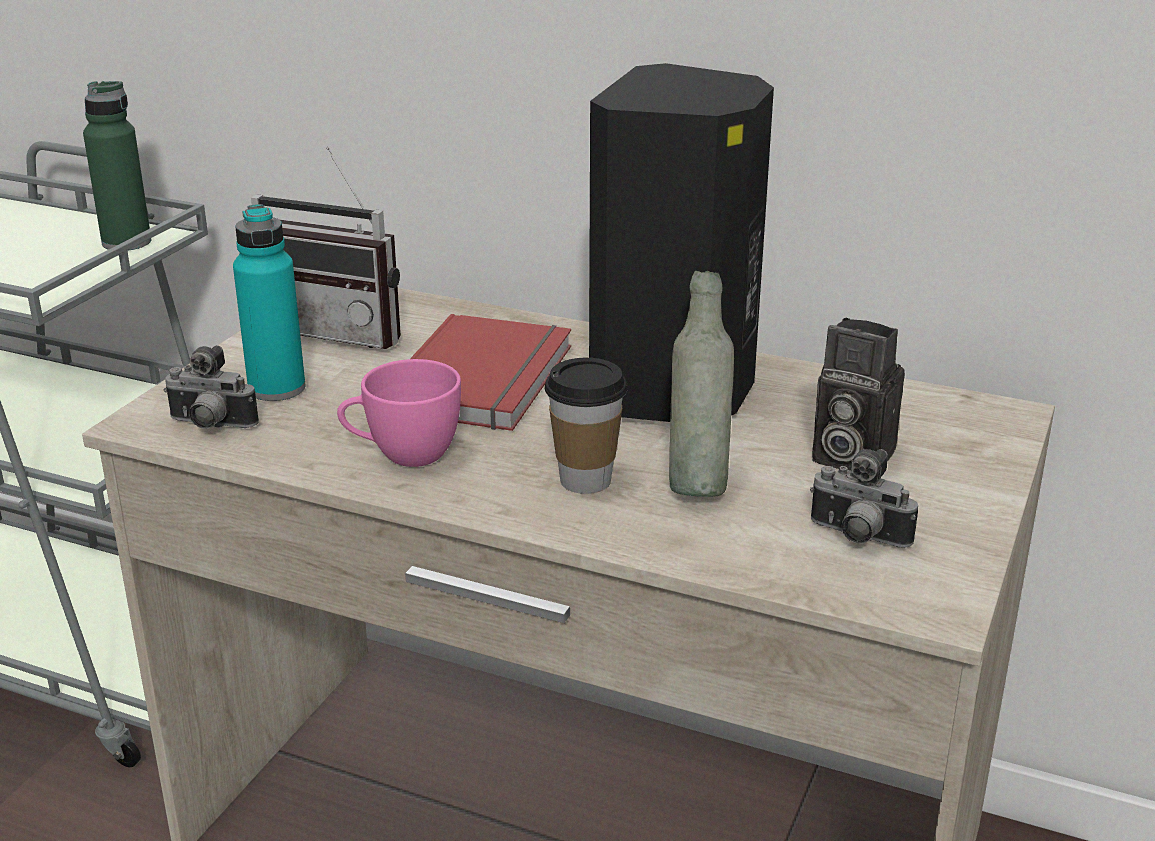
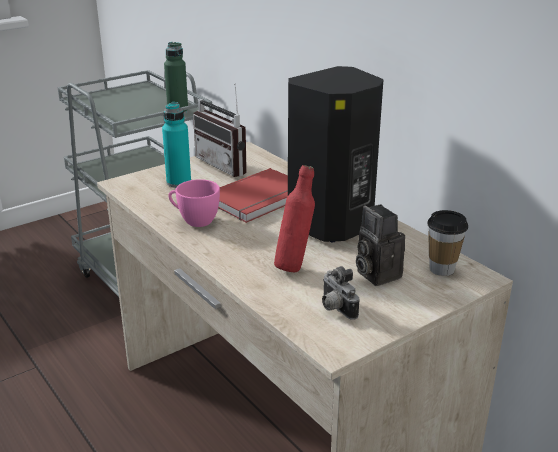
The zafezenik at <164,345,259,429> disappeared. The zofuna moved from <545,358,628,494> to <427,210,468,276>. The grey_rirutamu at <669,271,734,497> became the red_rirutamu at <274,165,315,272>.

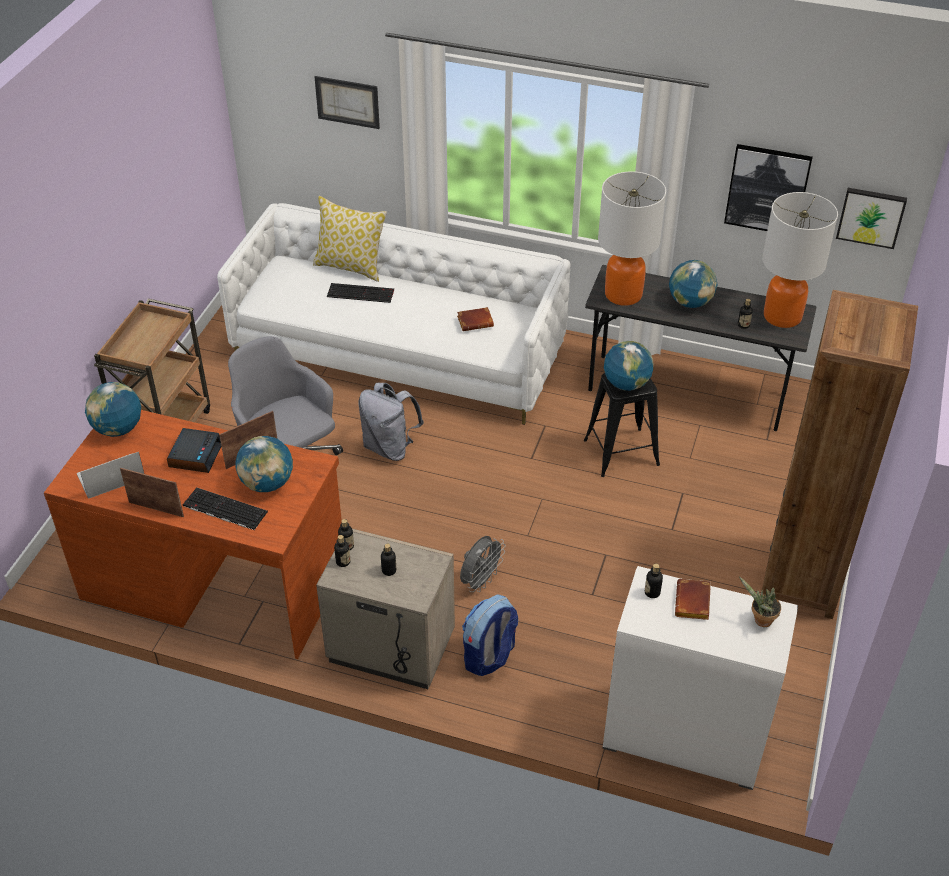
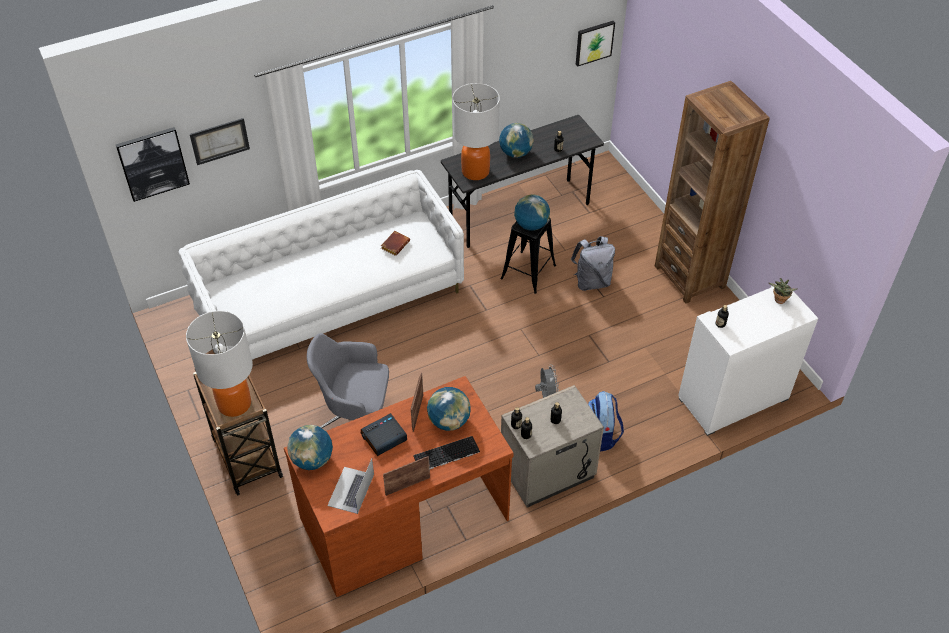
The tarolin at <313,196,387,282> disappeared. The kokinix at <327,283,394,303> disappeared. The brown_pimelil at <675,579,711,620> disappeared. The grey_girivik moved from <358,383,424,461> to <571,236,615,291>. The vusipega moved from <724,144,813,231> to <116,127,190,202>. The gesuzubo moved from <762,192,838,328> to <186,311,253,417>. The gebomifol at <167,428,221,473> turned 90 degrees counterclockwise.

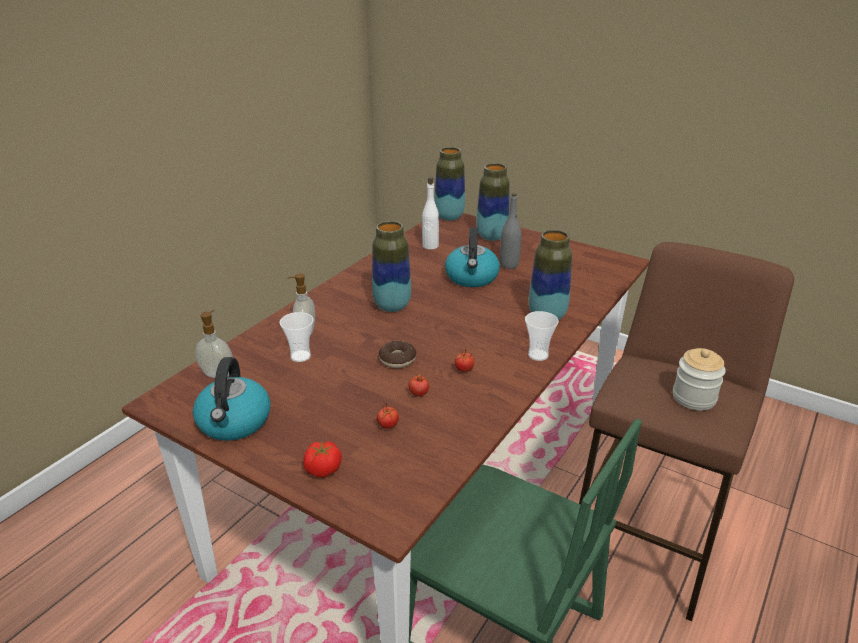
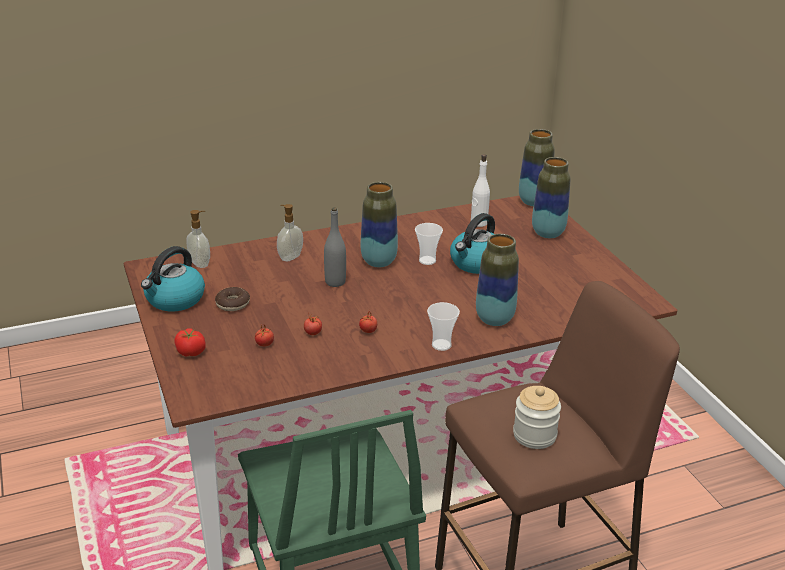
The zofuna moved from <280,312,313,362> to <415,223,443,265>. The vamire moved from <379,341,416,368> to <215,287,250,311>. The grey_rirutamu moved from <500,193,521,269> to <324,207,346,287>.

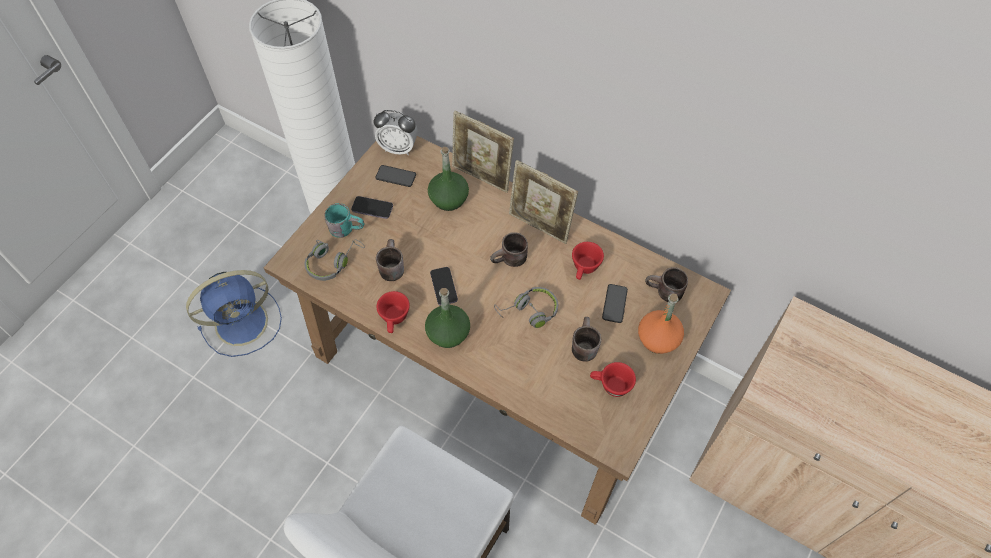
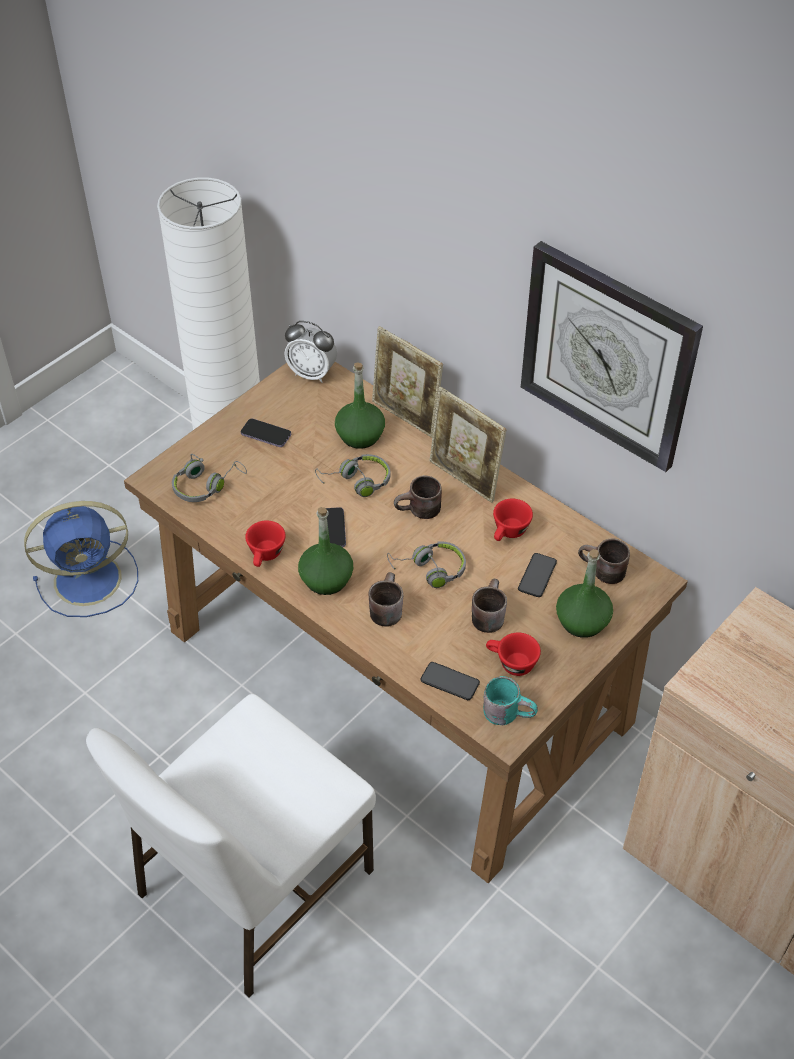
The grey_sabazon at <315,454,390,497> appeared. The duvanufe at <521,241,703,472> appeared. The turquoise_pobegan moved from <324,203,364,238> to <483,676,538,725>. The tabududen moved from <375,165,416,187> to <420,662,480,700>. The brown_pobegan moved from <376,239,404,281> to <368,572,403,627>. The orange_rirutamu at <638,294,684,354> became the green_rirutamu at <556,549,613,638>.

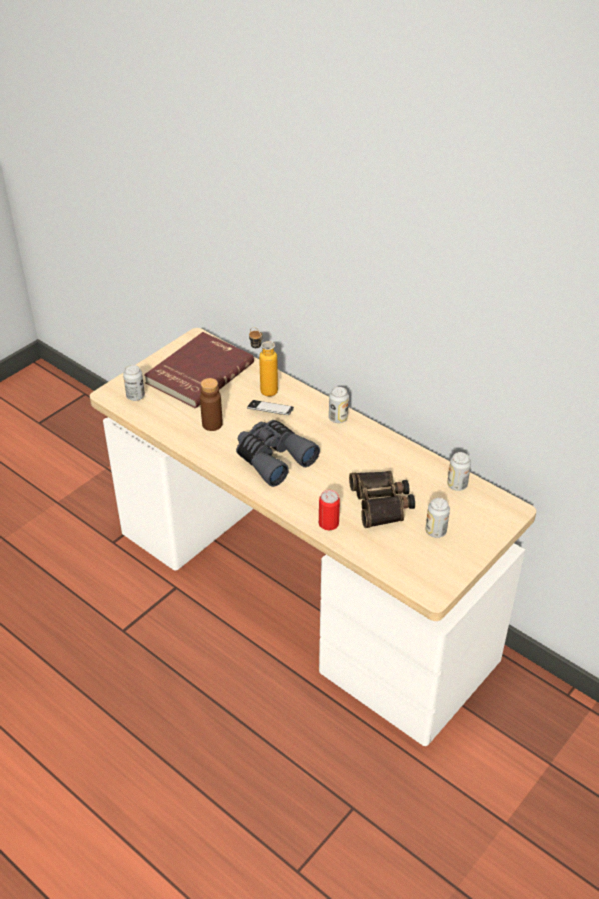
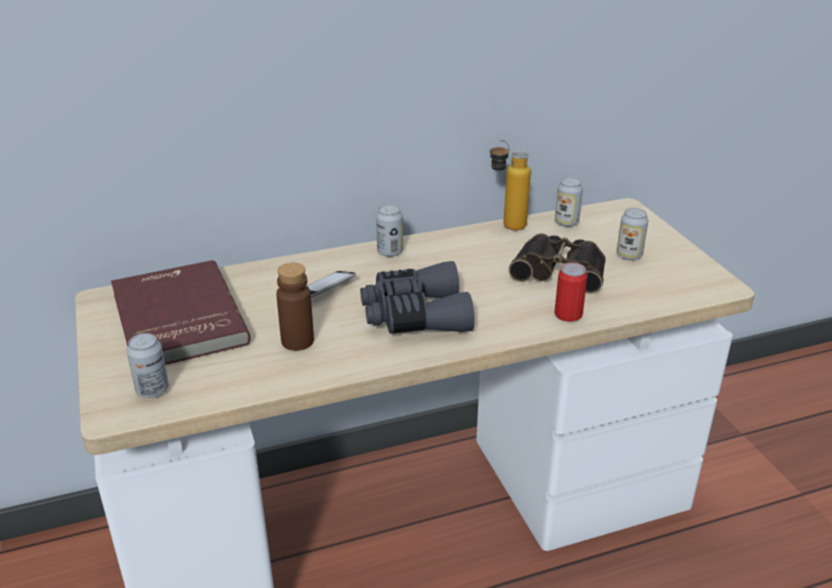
The rirutamu moved from <249,327,278,397> to <490,140,531,230>.

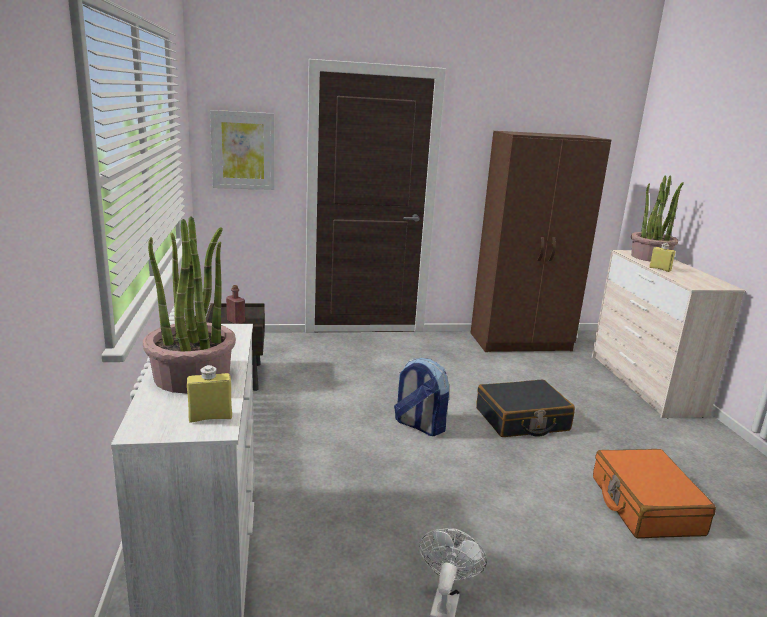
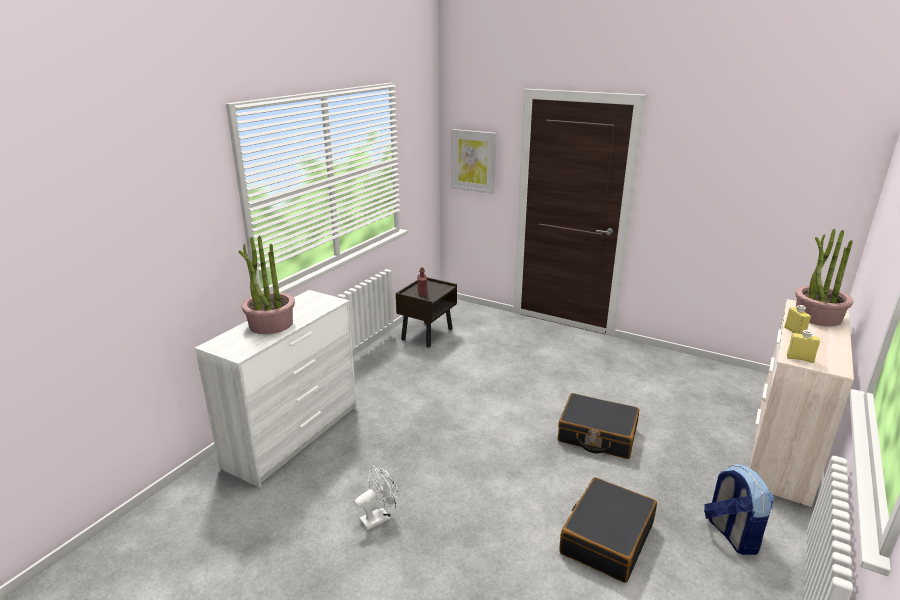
The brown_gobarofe at <471,131,611,352> disappeared. The yellow_rirutamu moved from <187,365,232,423> to <787,330,820,363>. The girivik moved from <394,358,449,436> to <704,464,774,555>. The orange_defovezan at <593,449,716,538> became the black_defovezan at <559,477,657,583>.

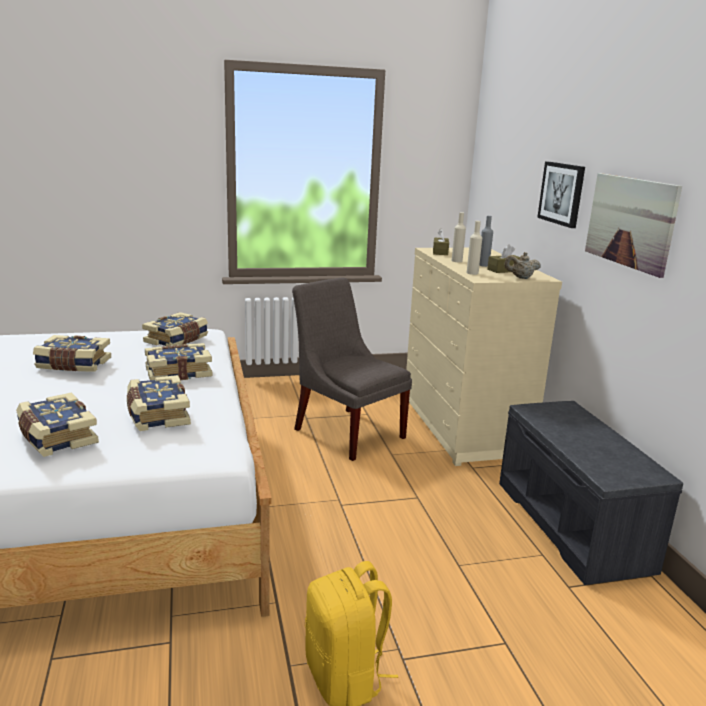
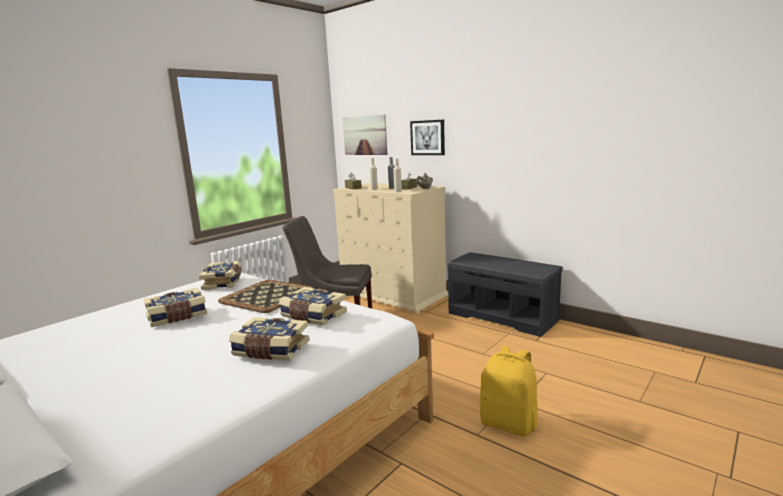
The vusipega moved from <585,173,682,278> to <343,115,387,155>. The pimelil at <145,343,213,380> was replaced by the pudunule at <218,280,313,313>.

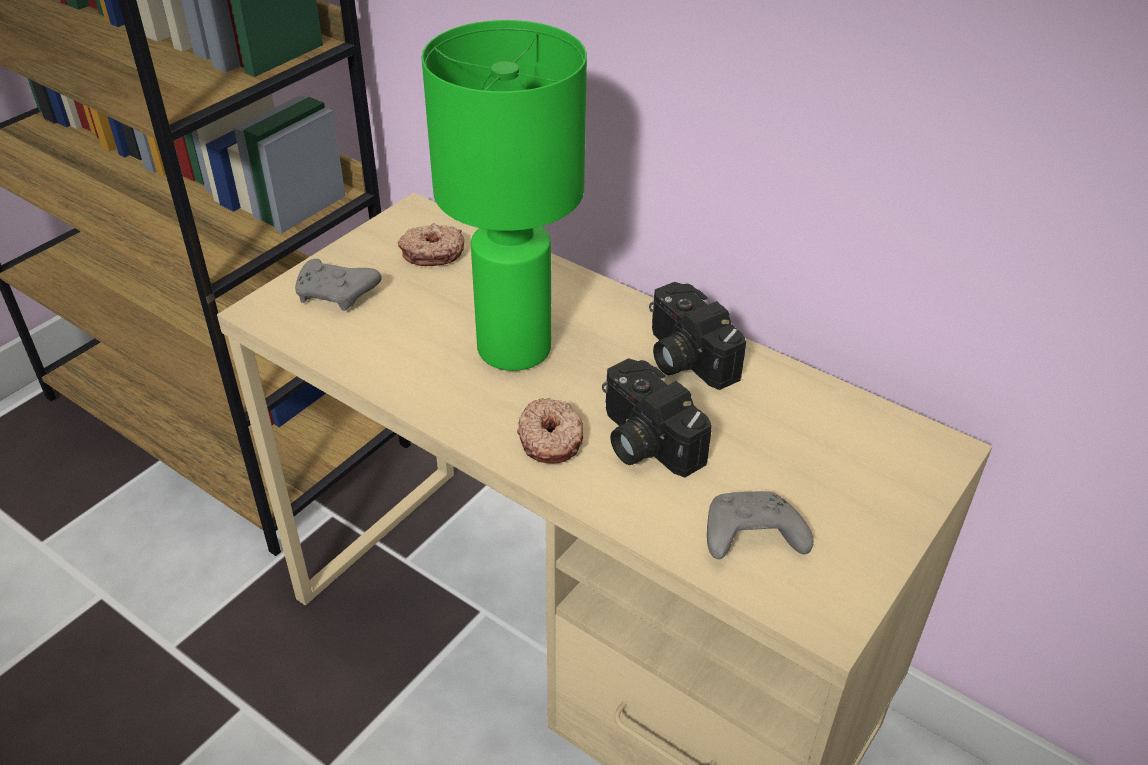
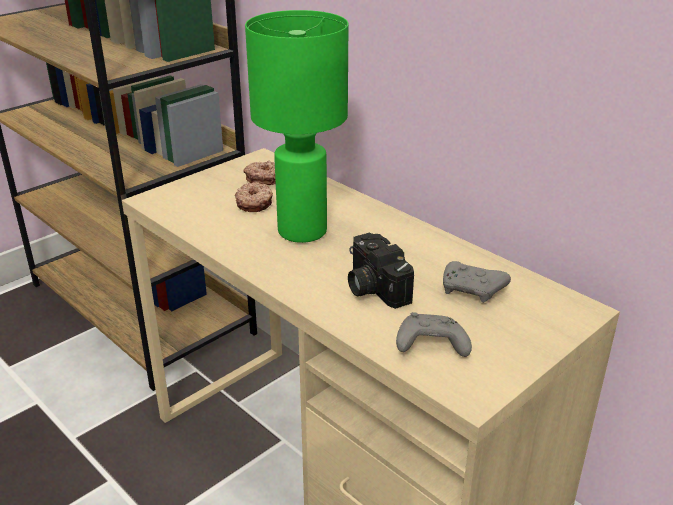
The zafezenik at <649,282,746,390> disappeared. The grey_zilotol moved from <295,259,382,311> to <443,261,511,303>. The vamire moved from <517,398,583,463> to <235,182,273,212>.

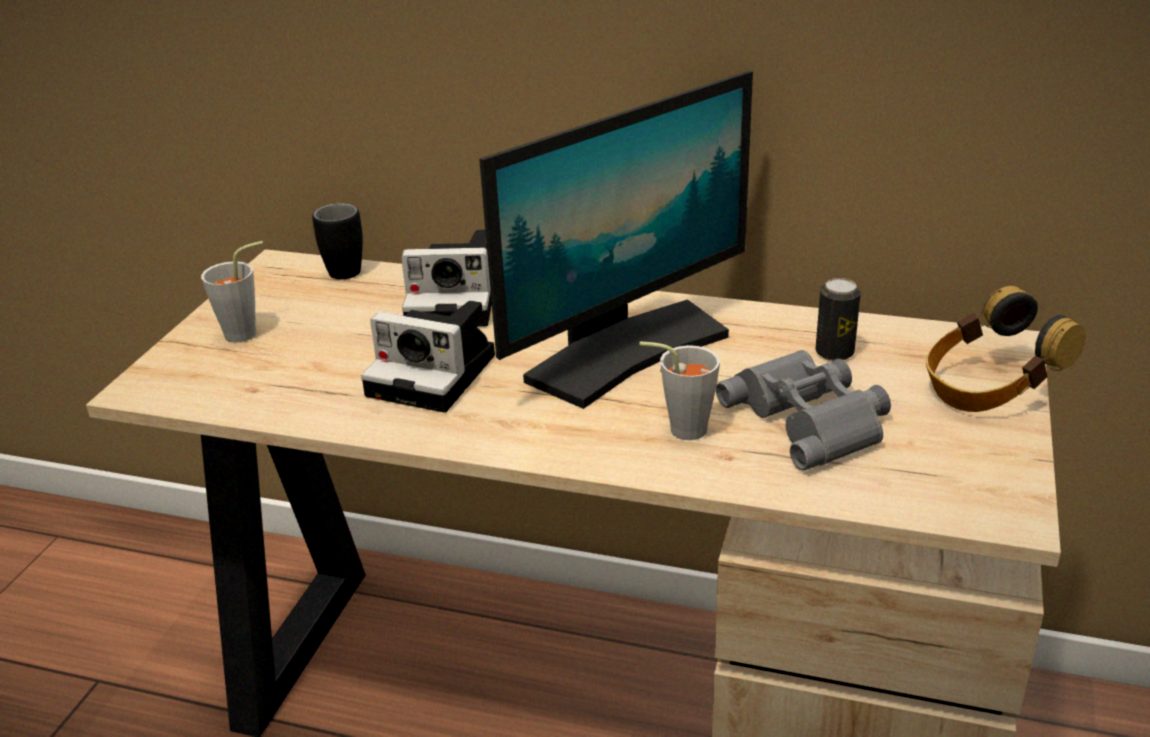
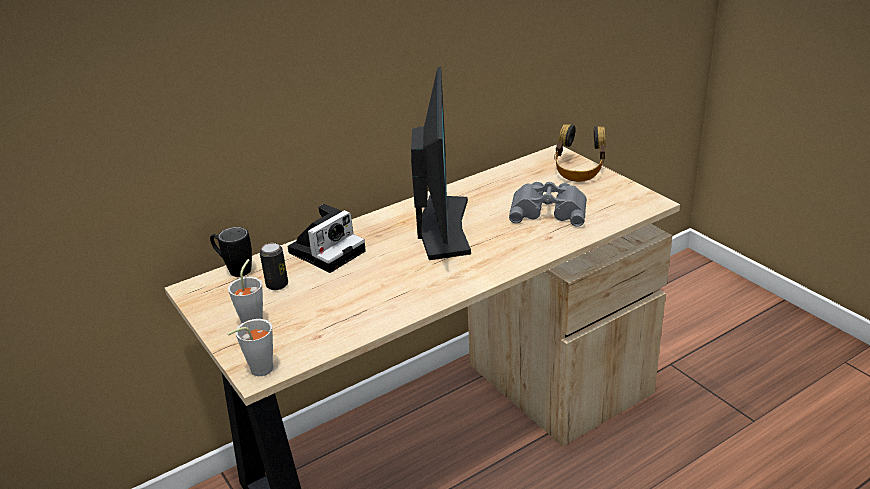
The zafezenik at <361,300,495,413> disappeared. The grey_zofuna moved from <639,341,720,440> to <227,319,273,376>. The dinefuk moved from <816,278,861,361> to <259,243,288,290>.

